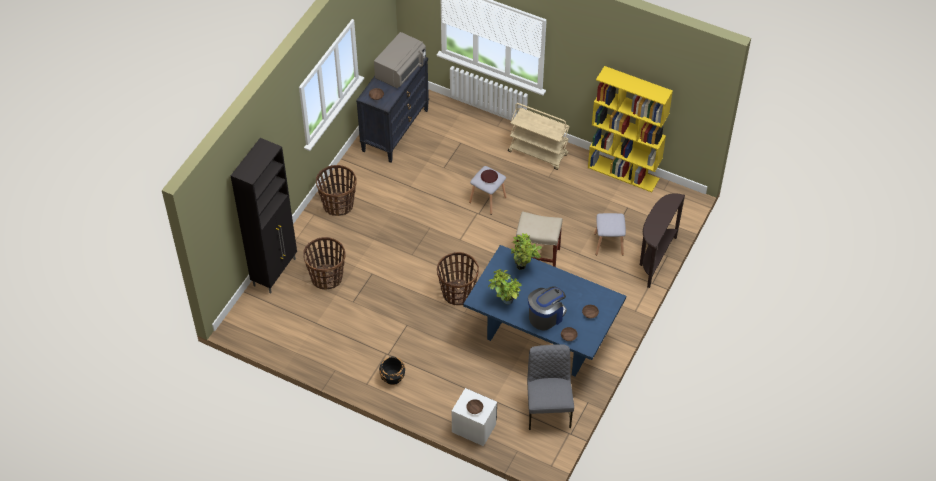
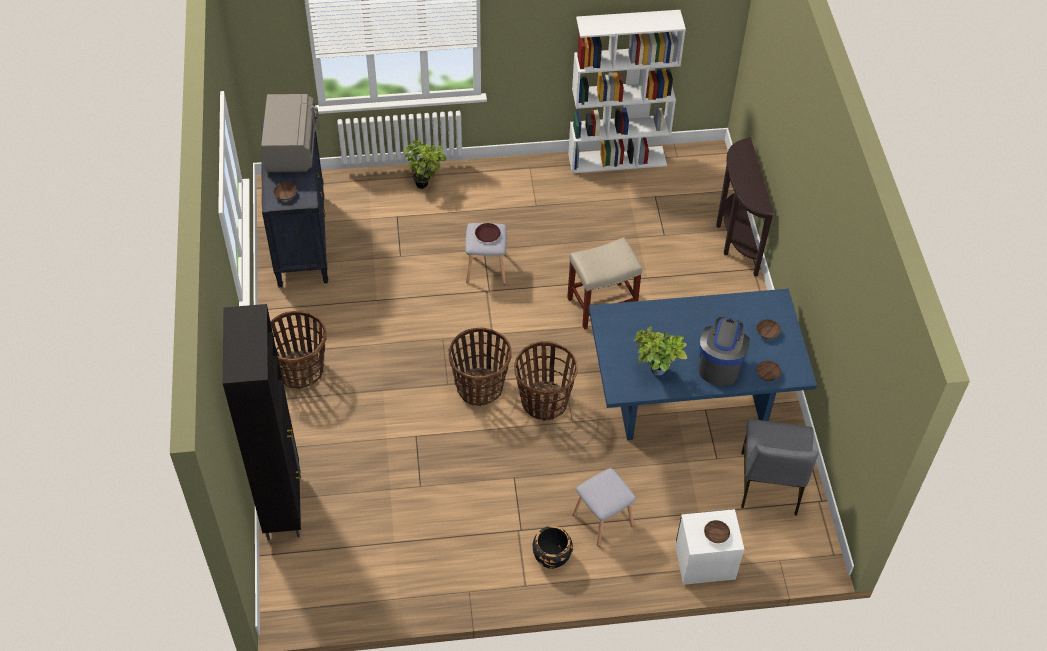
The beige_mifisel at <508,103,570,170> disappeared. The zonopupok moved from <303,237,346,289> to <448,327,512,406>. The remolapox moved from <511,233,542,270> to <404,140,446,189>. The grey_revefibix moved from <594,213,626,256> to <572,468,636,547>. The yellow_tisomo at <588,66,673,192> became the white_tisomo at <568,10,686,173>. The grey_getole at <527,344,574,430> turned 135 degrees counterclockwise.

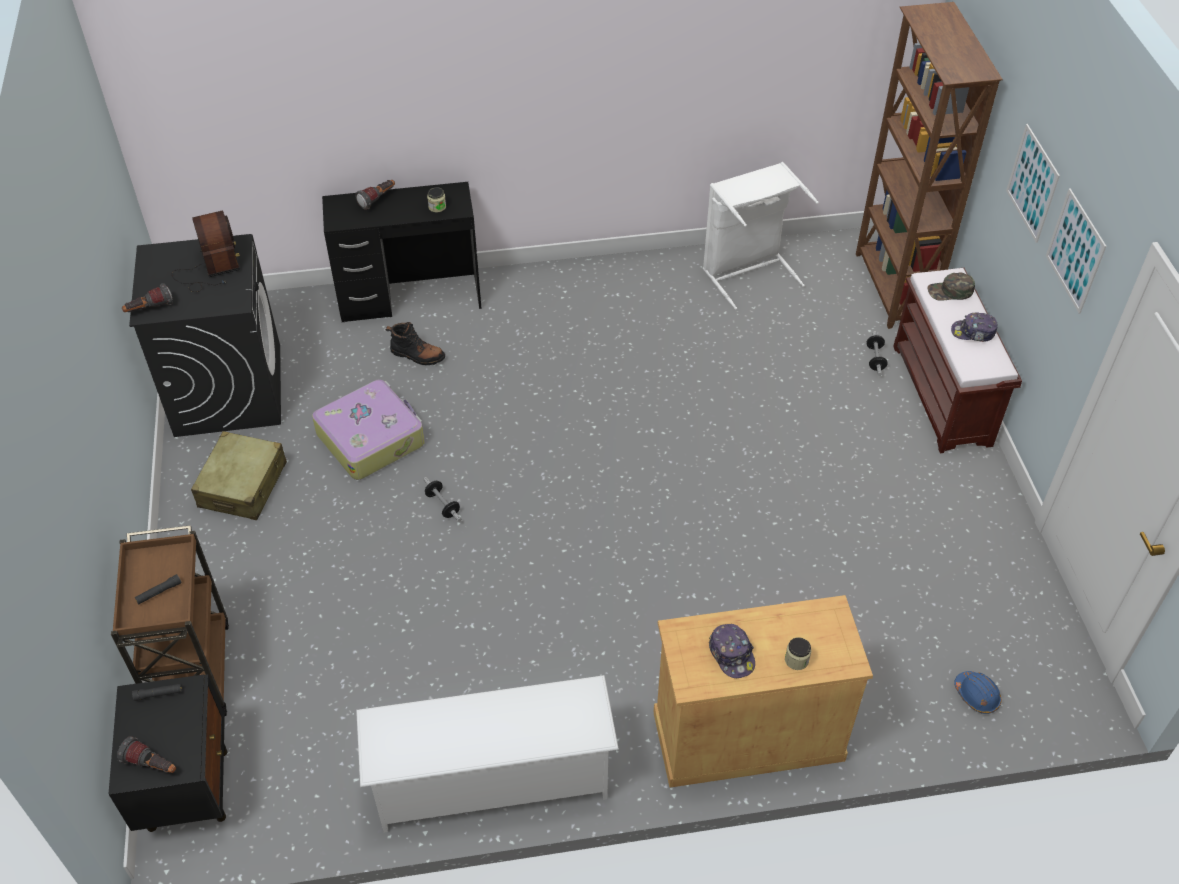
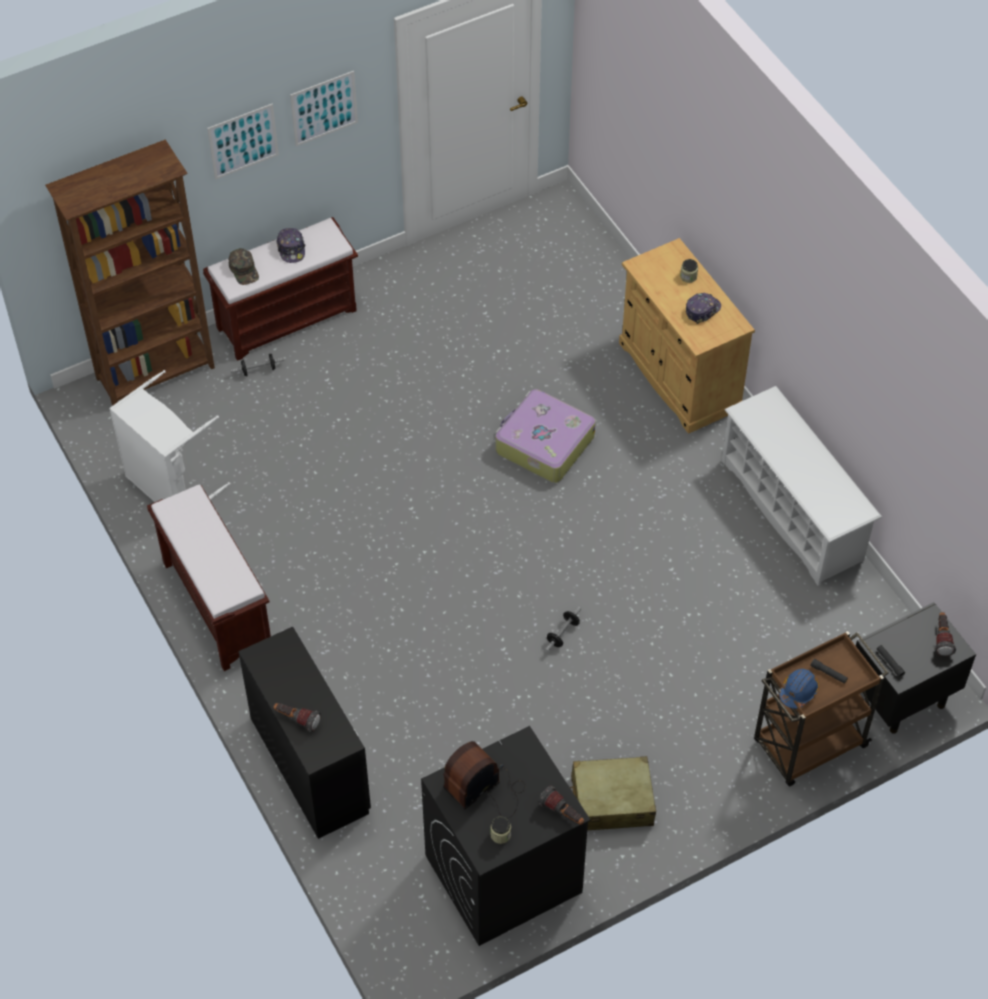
The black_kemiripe at <386,322,445,365> disappeared. The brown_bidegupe at <147,485,271,671> appeared. The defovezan moved from <312,380,425,480> to <496,389,595,483>. The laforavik moved from <427,187,446,213> to <490,817,511,844>. The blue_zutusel moved from <954,671,1001,714> to <779,669,819,709>.

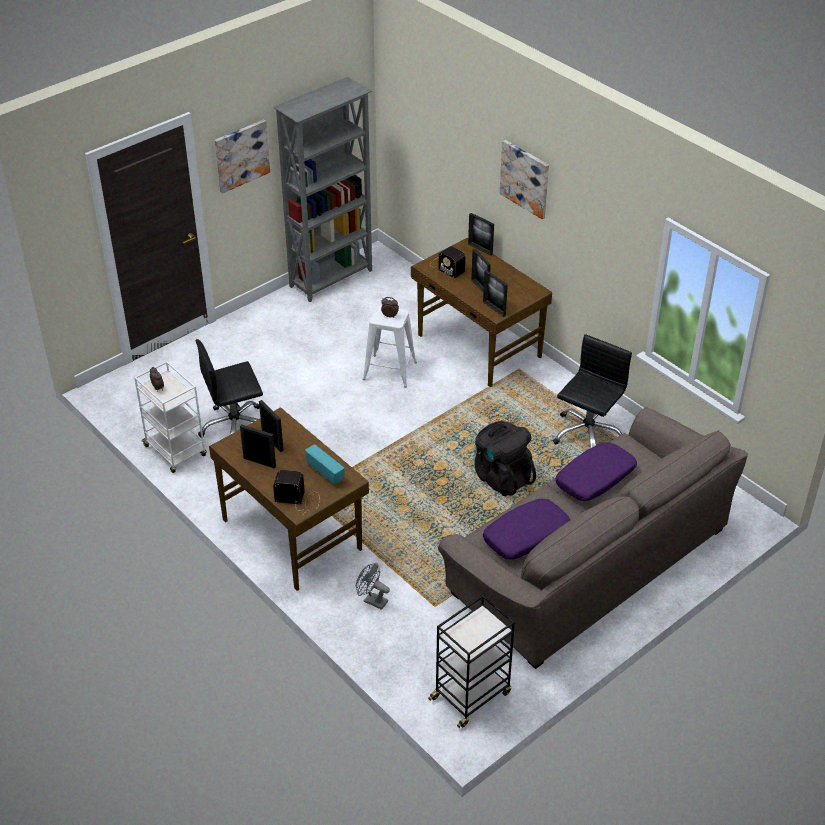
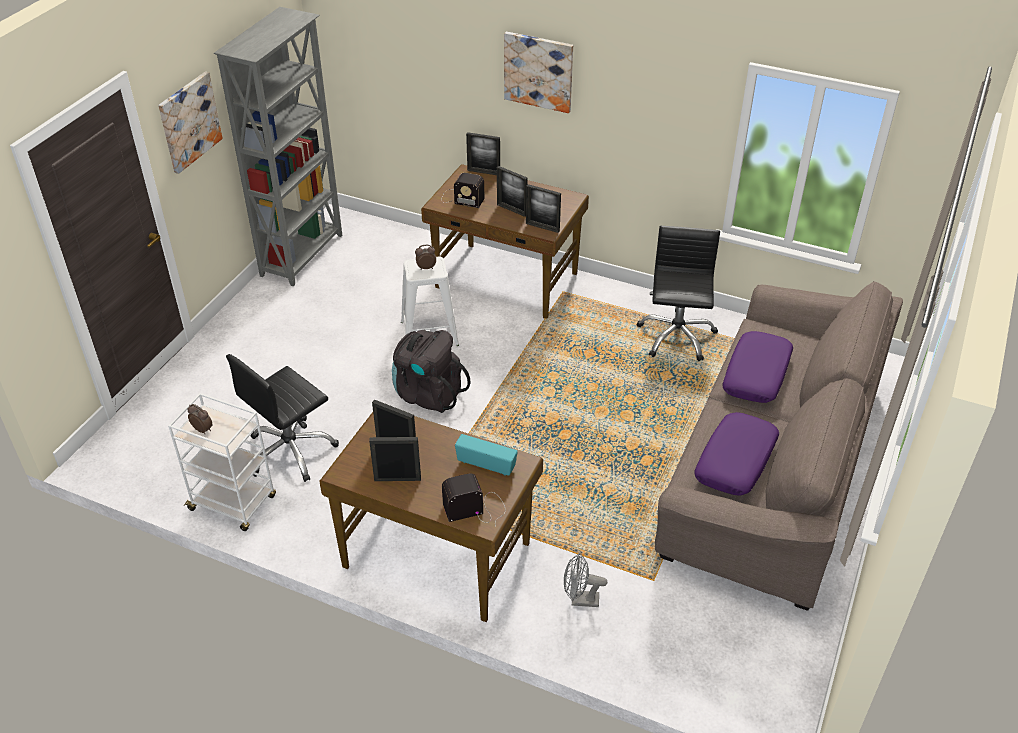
The black_mifisel at <428,595,515,728> disappeared. The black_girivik moved from <474,421,536,496> to <392,329,471,413>.

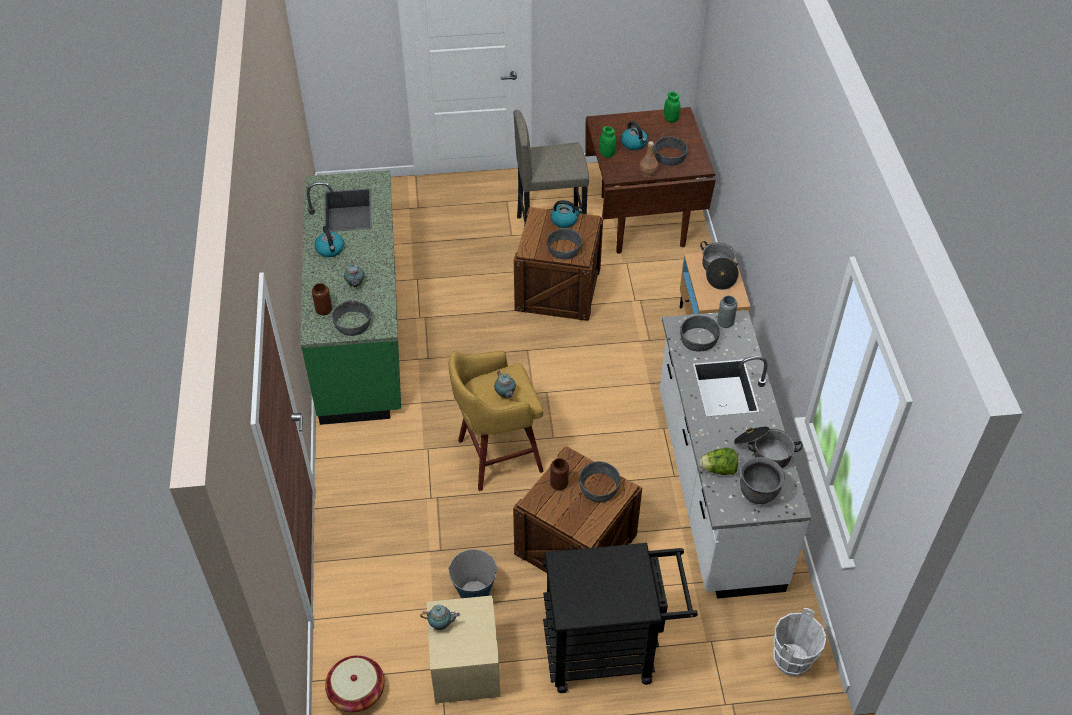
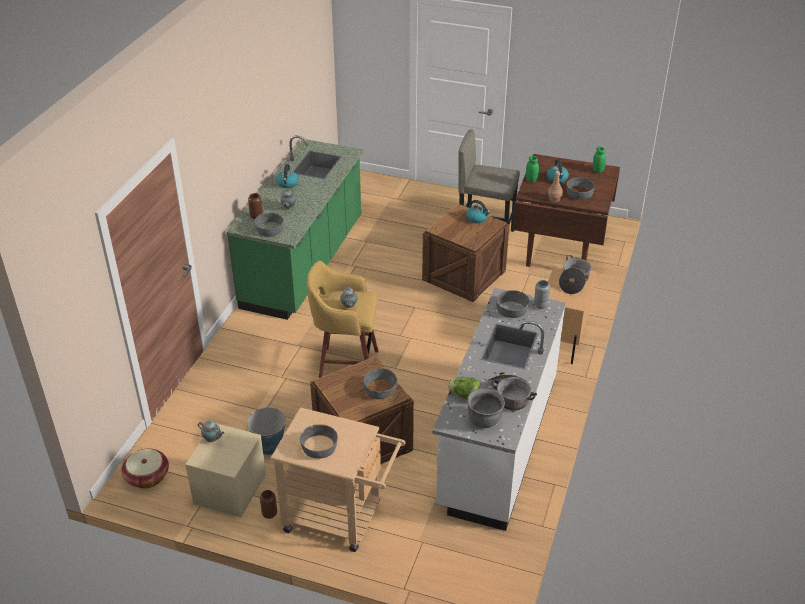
The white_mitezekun at <773,608,826,676> disappeared. The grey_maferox moved from <547,229,582,259> to <300,424,338,459>. The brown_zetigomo moved from <550,458,569,490> to <260,490,277,519>. The black_mifisel at <543,543,698,693> became the beige_mifisel at <270,407,406,552>.

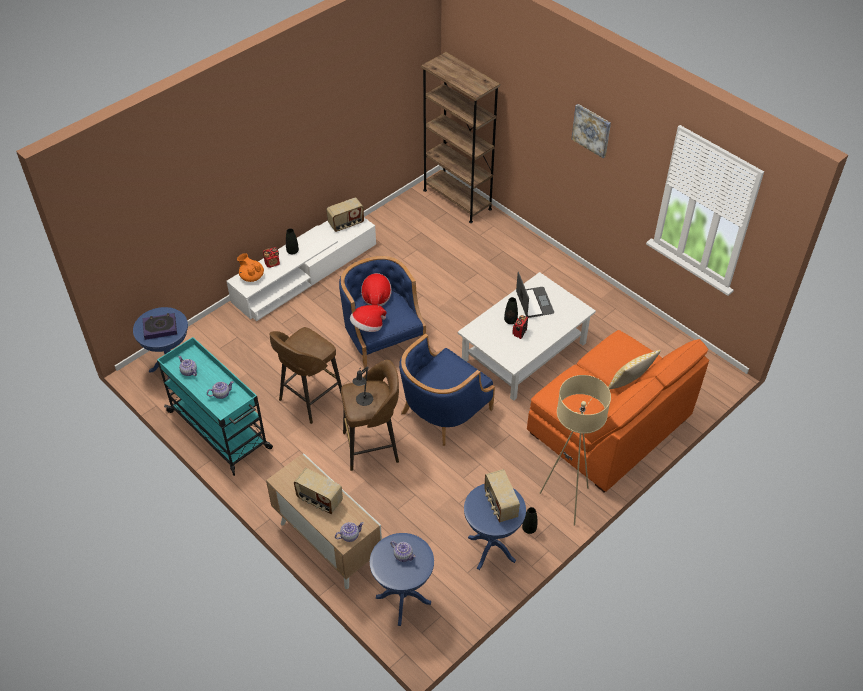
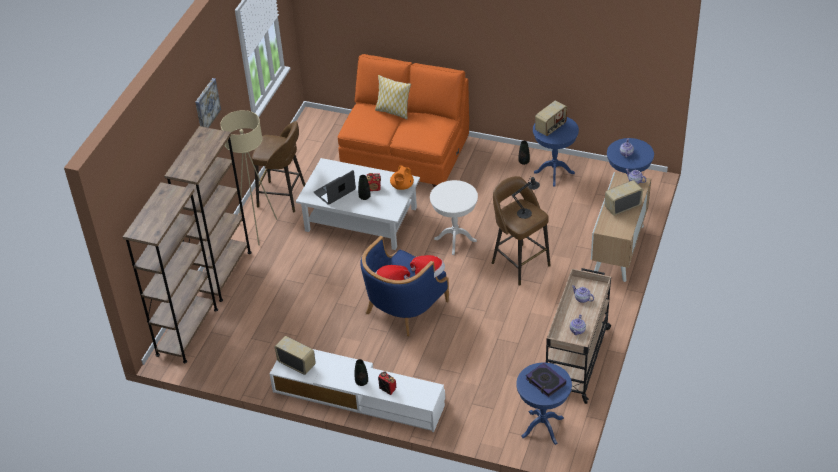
The brown_tisomo at <164,126,252,302> appeared. The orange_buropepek moved from <237,253,264,282> to <390,166,414,190>. The brown_revefibix moved from <269,327,342,424> to <252,121,305,212>. The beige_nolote moved from <540,375,611,526> to <220,110,277,246>. The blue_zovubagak at <399,333,495,446> was replaced by the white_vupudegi at <430,180,478,255>. The turquoise_mifisel at <157,337,273,476> became the beige_mifisel at <546,268,611,404>. The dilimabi at <294,468,343,514> turned 120 degrees counterclockwise.

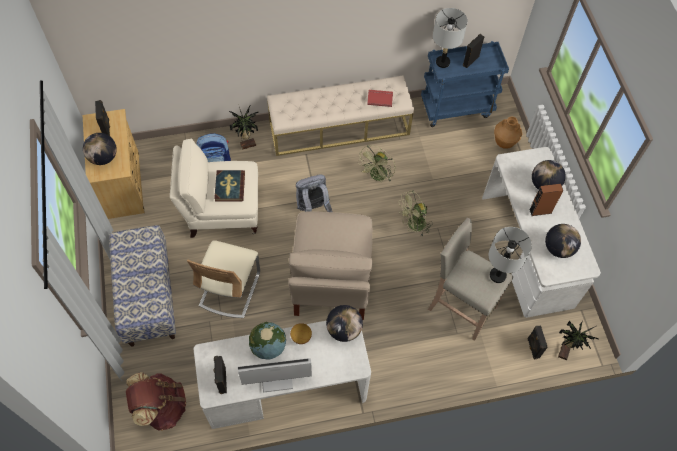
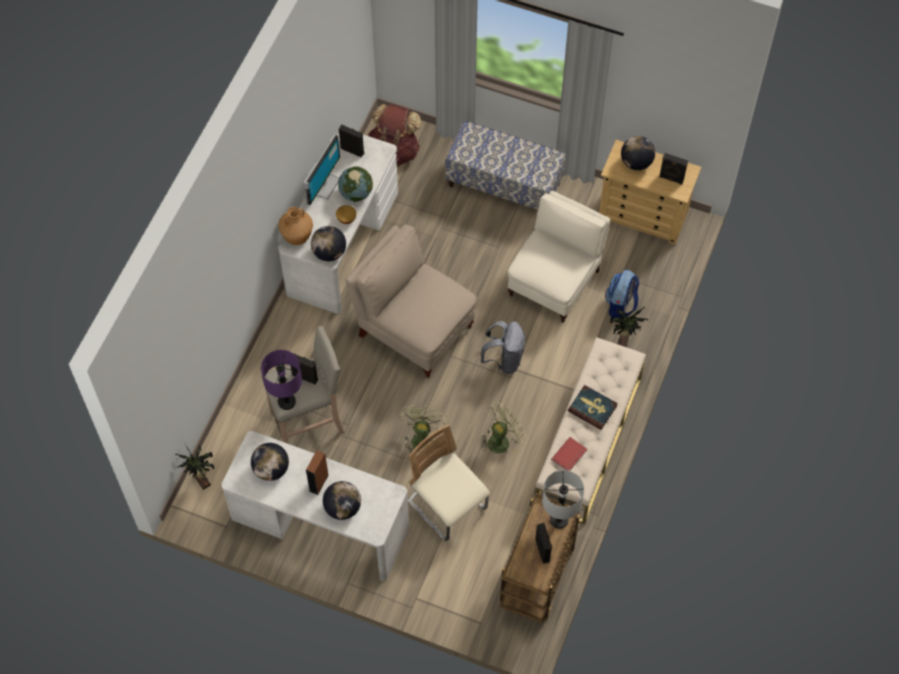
The beige_getole moved from <187,240,260,318> to <408,424,490,541>. The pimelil moved from <214,170,245,201> to <568,385,618,430>. The brown_zetigomo moved from <494,117,522,149> to <278,207,313,245>. The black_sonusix moved from <527,326,548,359> to <290,353,318,384>. The blue_mifisel at <421,41,509,127> became the brown_mifisel at <500,493,580,623>. The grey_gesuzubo at <489,227,532,283> became the purple_gesuzubo at <261,350,302,410>. The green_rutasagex at <357,145,395,182> turned 75 degrees clockwise.

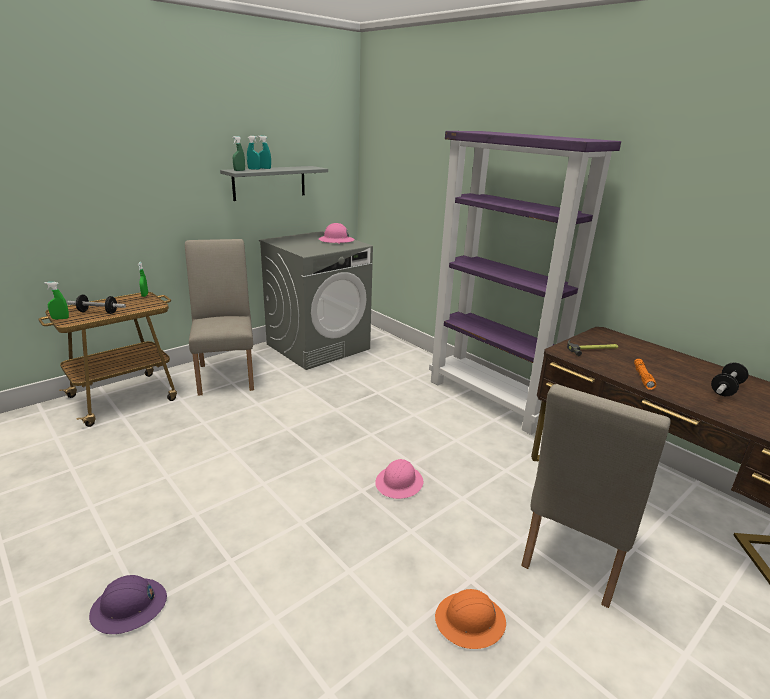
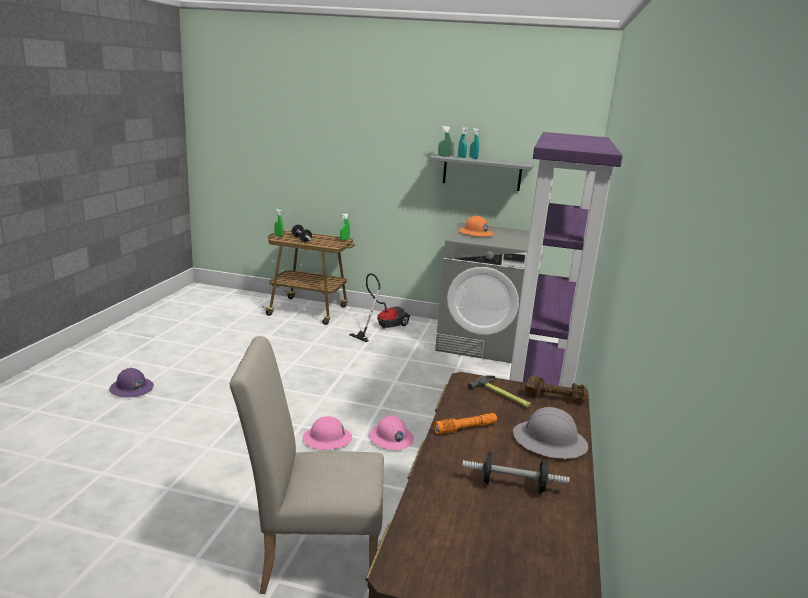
The grey_zutusel at <513,407,588,459> appeared. The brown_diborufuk at <525,375,589,403> appeared. The pink_zutusel moved from <319,223,355,244> to <369,415,414,450>. The orange_zutusel moved from <435,589,506,649> to <459,216,494,237>. The beige_getole at <185,239,254,396> was replaced by the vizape at <349,273,410,342>.

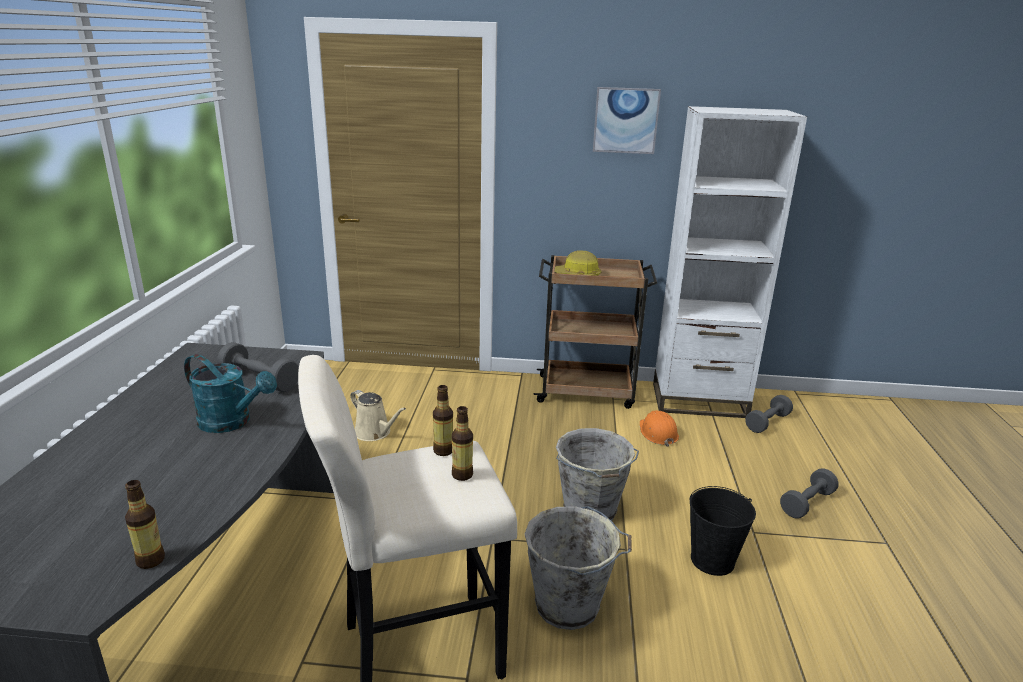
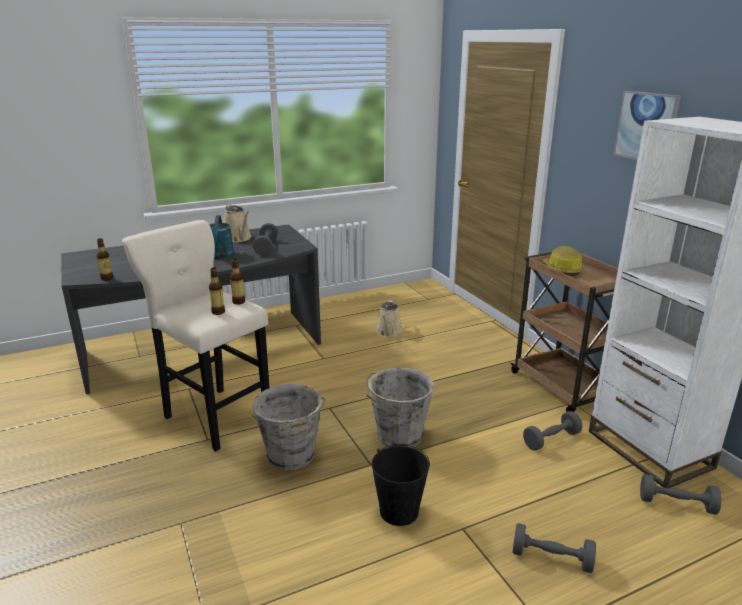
The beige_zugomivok at <224,205,251,242> appeared. The orange_zutusel at <640,410,679,447> was replaced by the grey_diborufuk at <523,411,582,450>.

